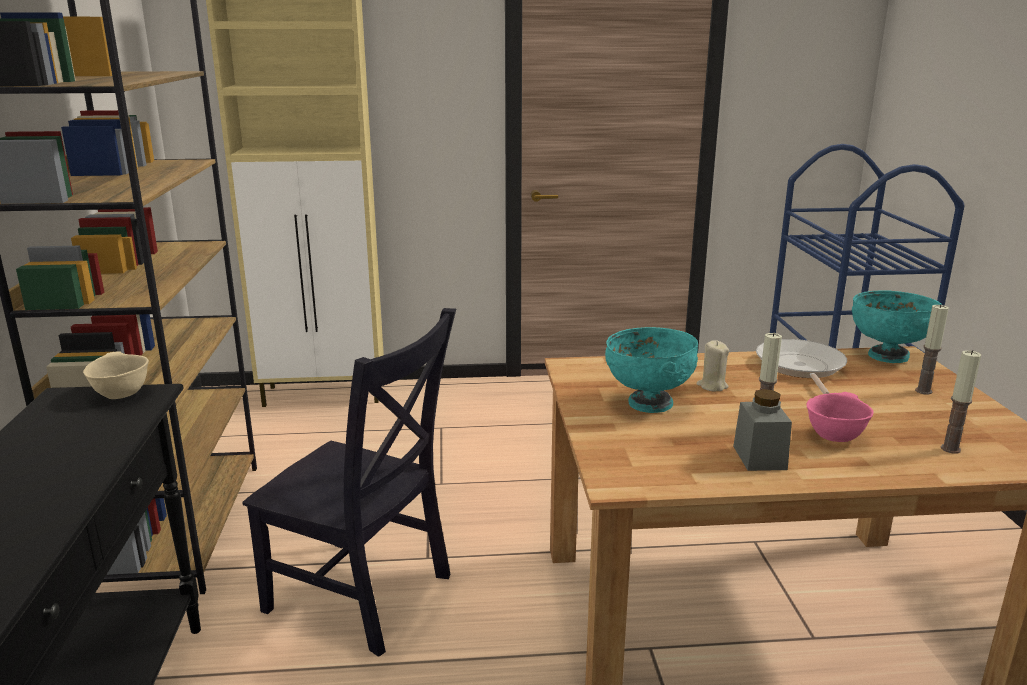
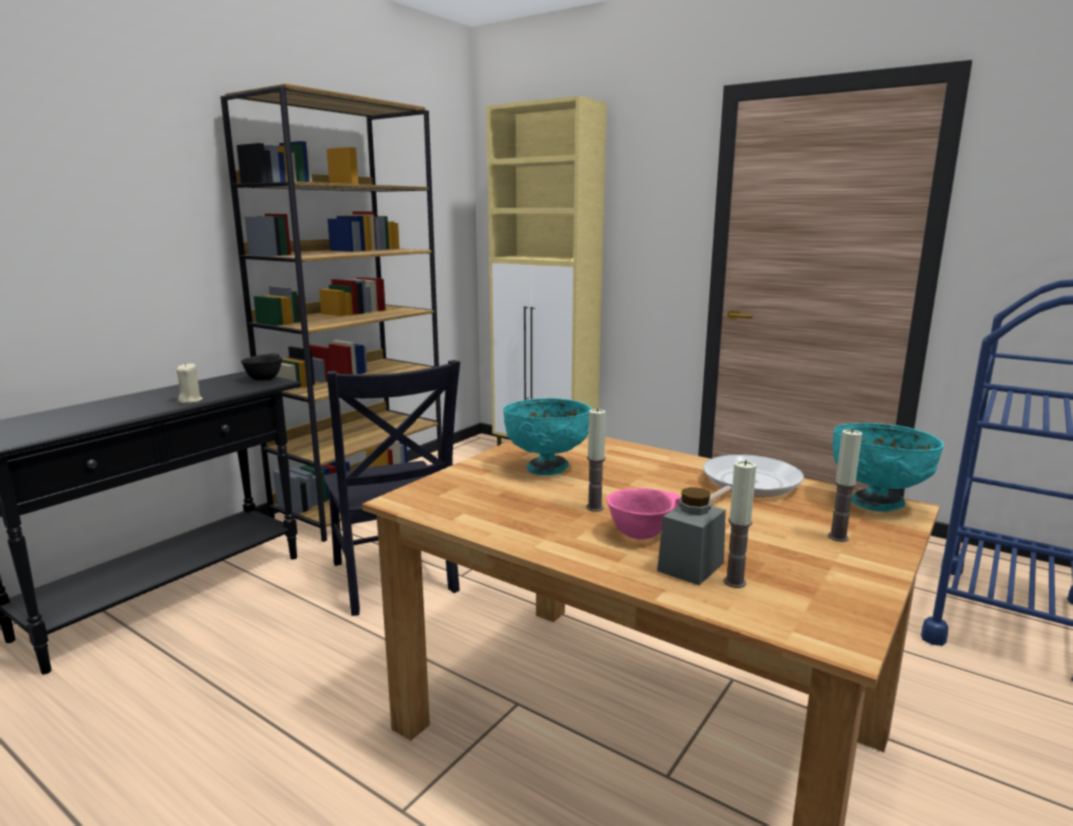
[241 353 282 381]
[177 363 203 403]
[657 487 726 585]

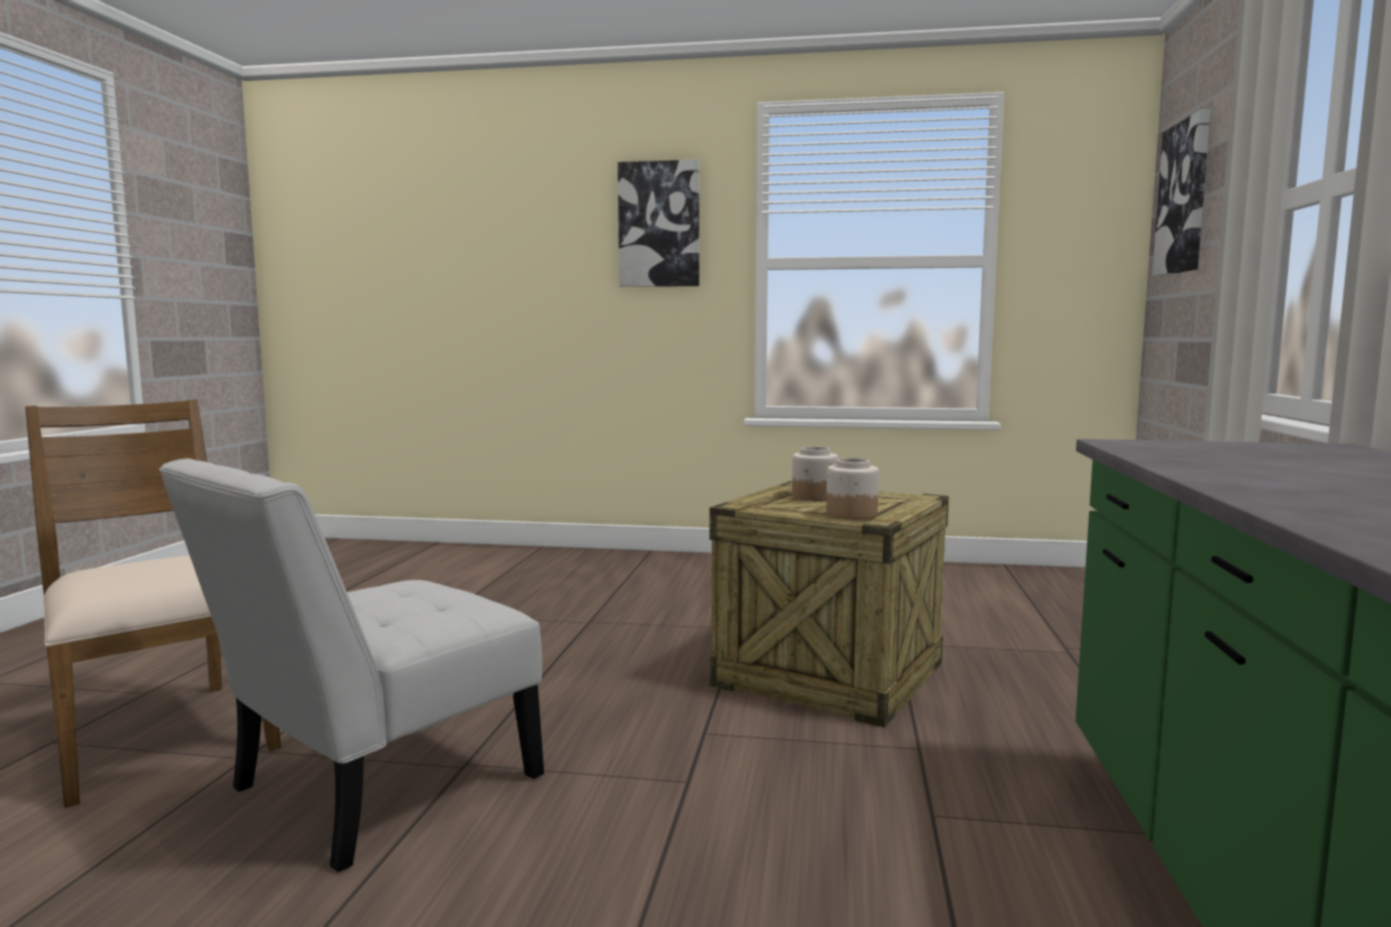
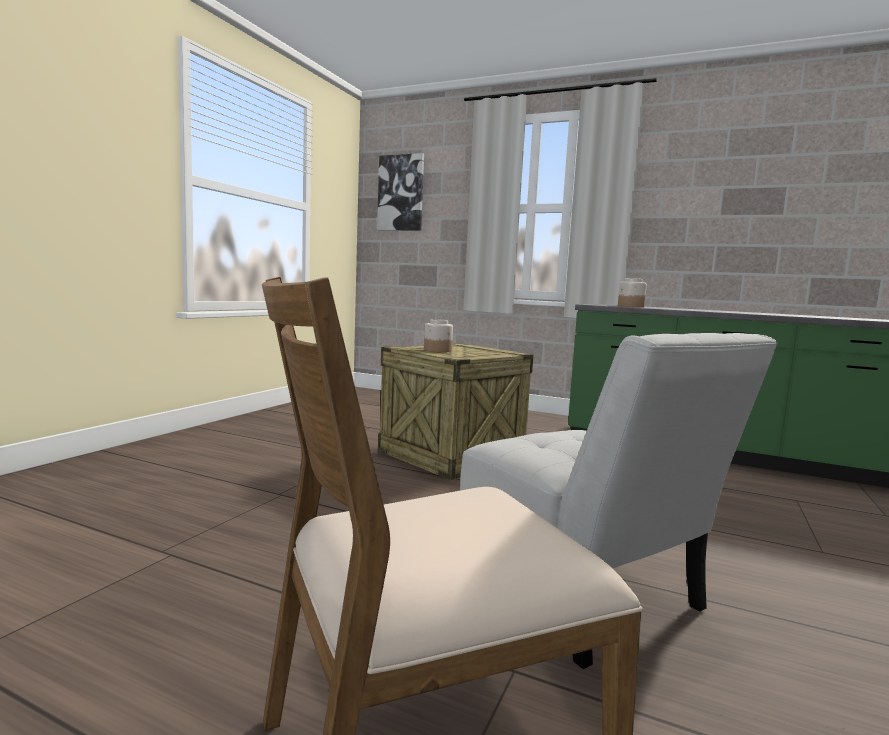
[618 159 699 287] (first image)
[618 278 647 308]

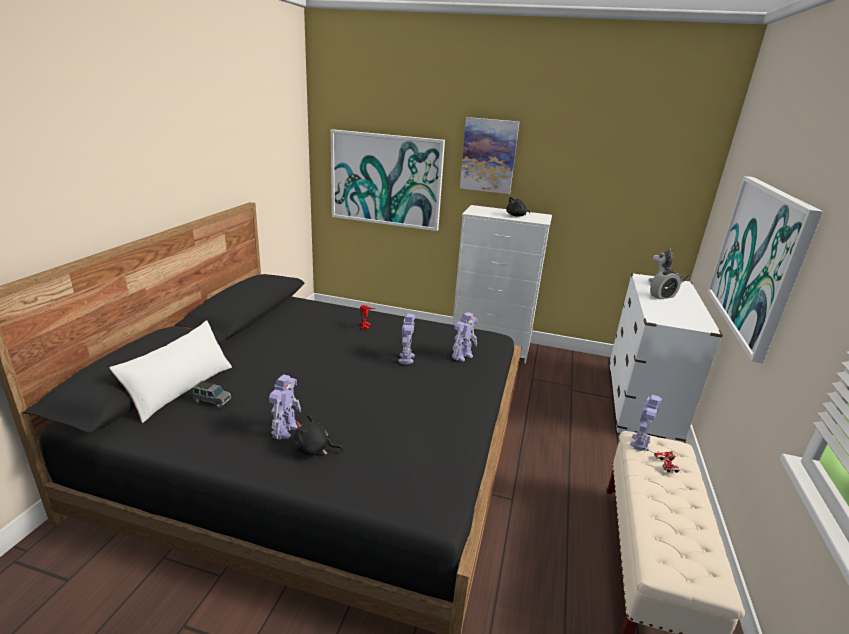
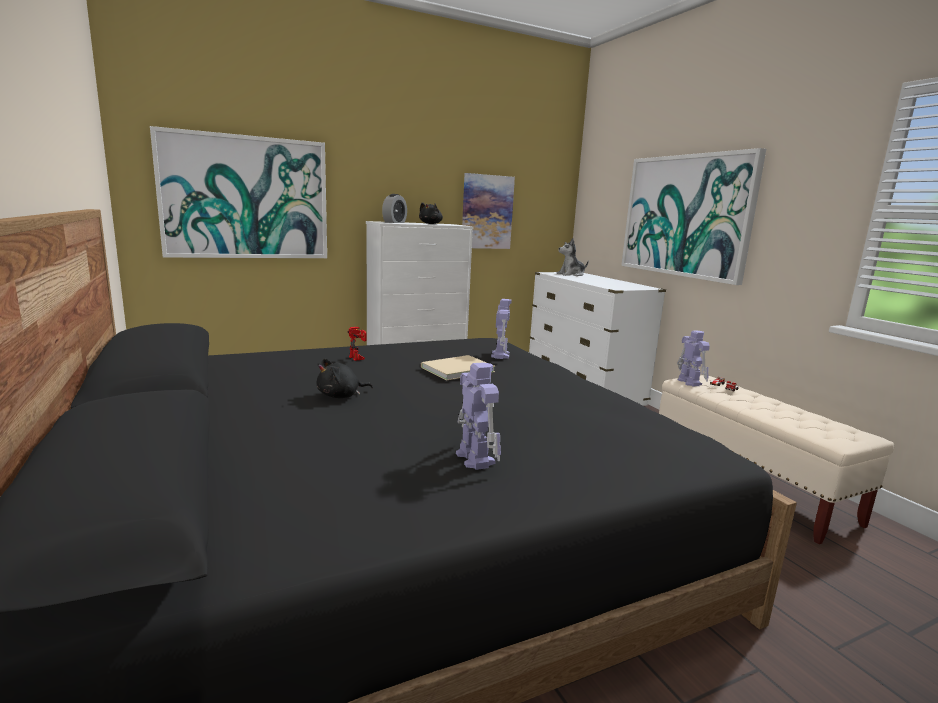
[109 320 232 423] (first image)
[193 381 231 409] (first image)
[317 359 373 398]
[421 355 495 381]
[462 173 515 249]
[382 194 407 223]

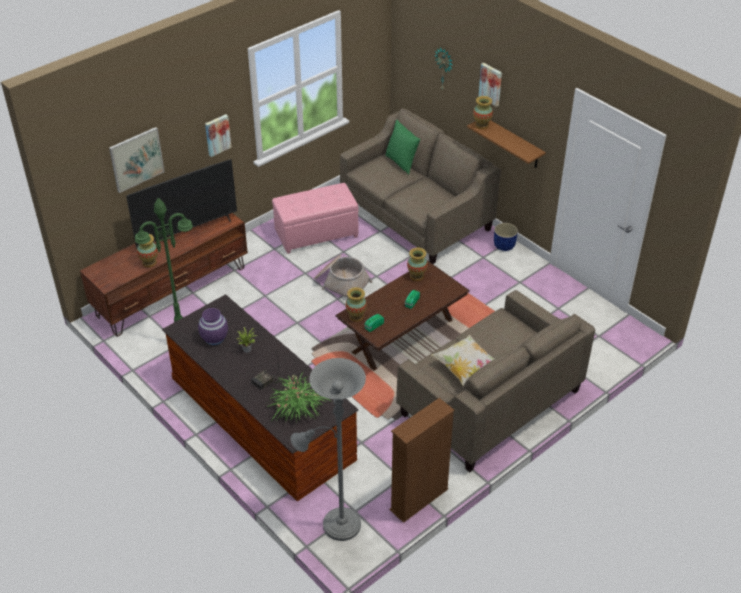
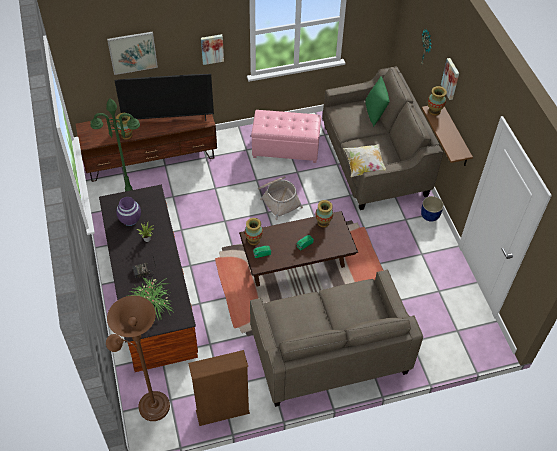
[106 295 170 421]
[343 144 386 177]

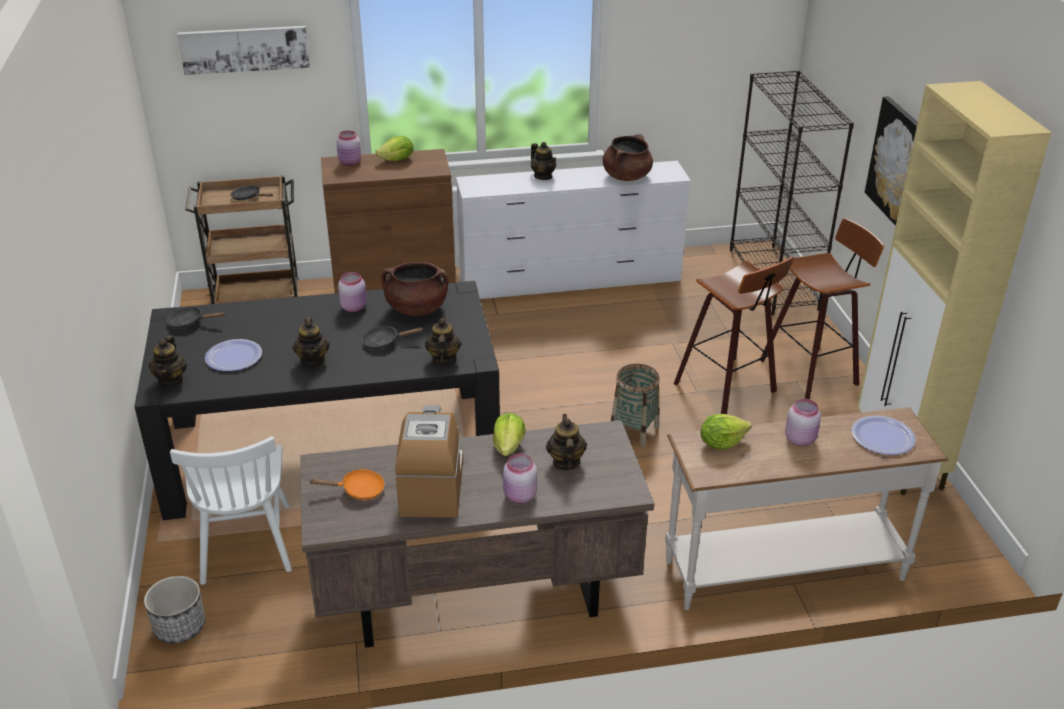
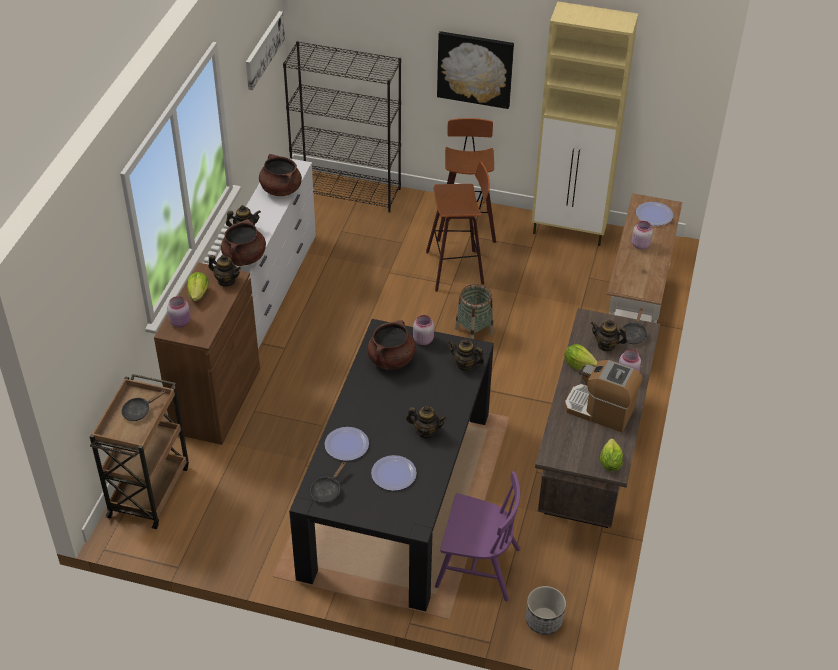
[209 255 241 286]
[435 471 520 601]
[246 11 285 90]
[309 469 385 500] (first image)
[413 315 434 345]
[621 308 647 344]
[600 438 623 471]
[221 219 266 266]
[325 427 369 461]

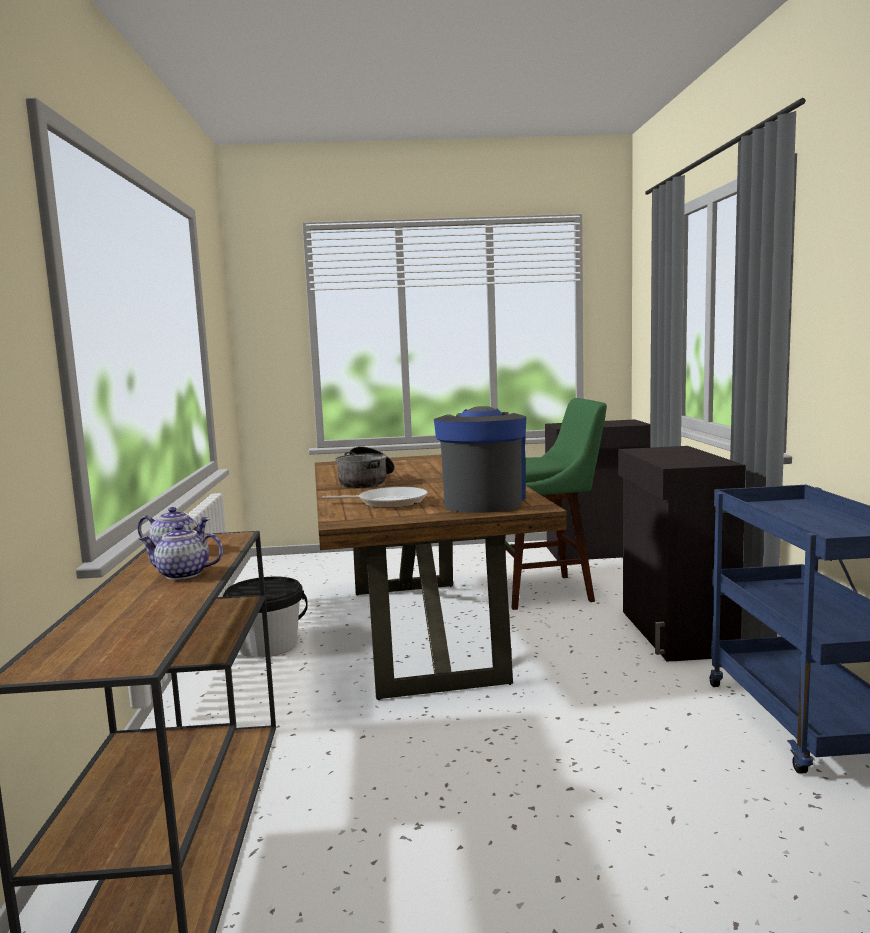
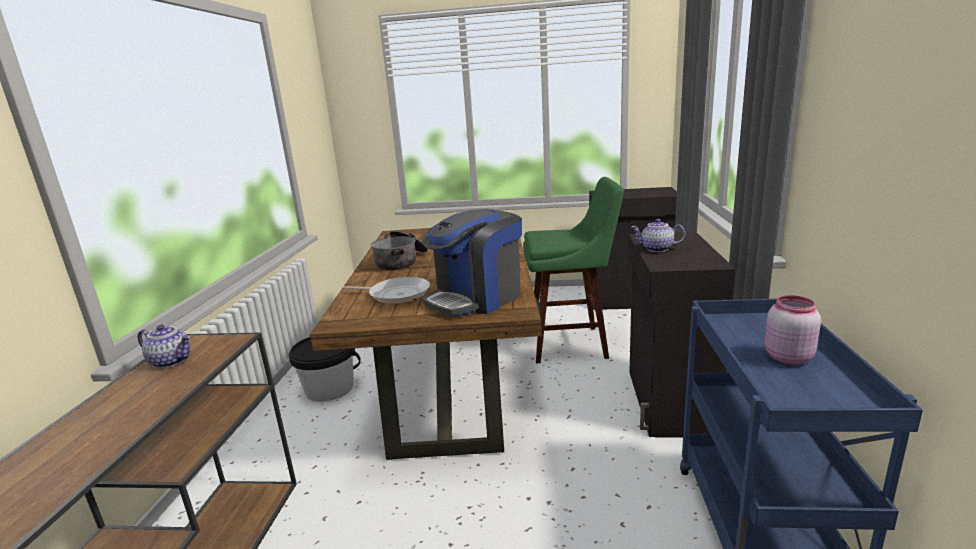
[631 219 686 252]
[422 209 522 316]
[764 295 821 365]

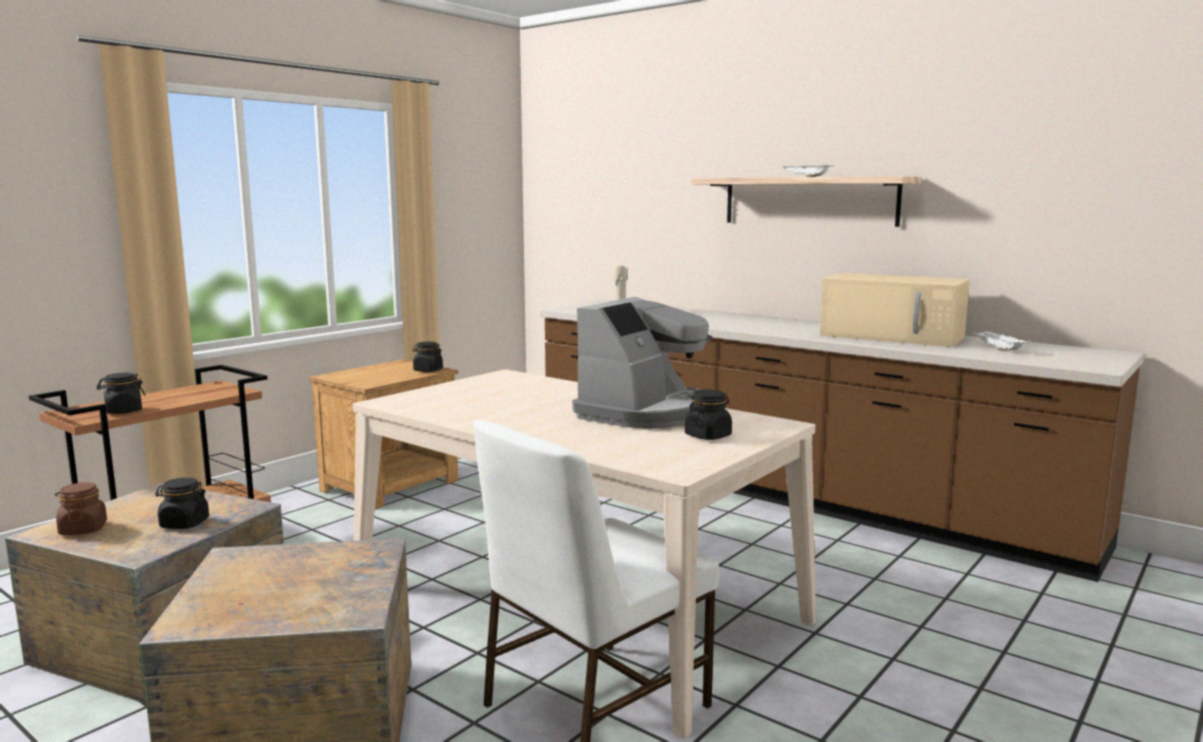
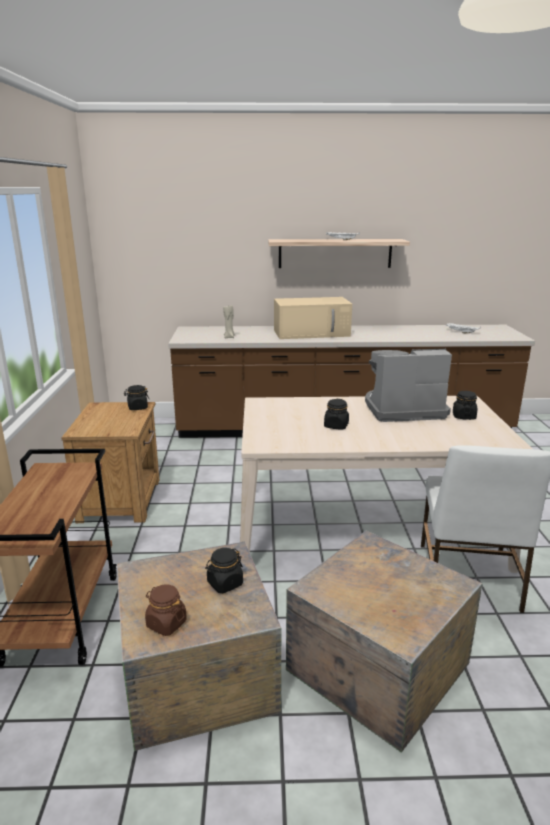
[324 399 349 429]
[365 349 452 422]
[274 297 352 339]

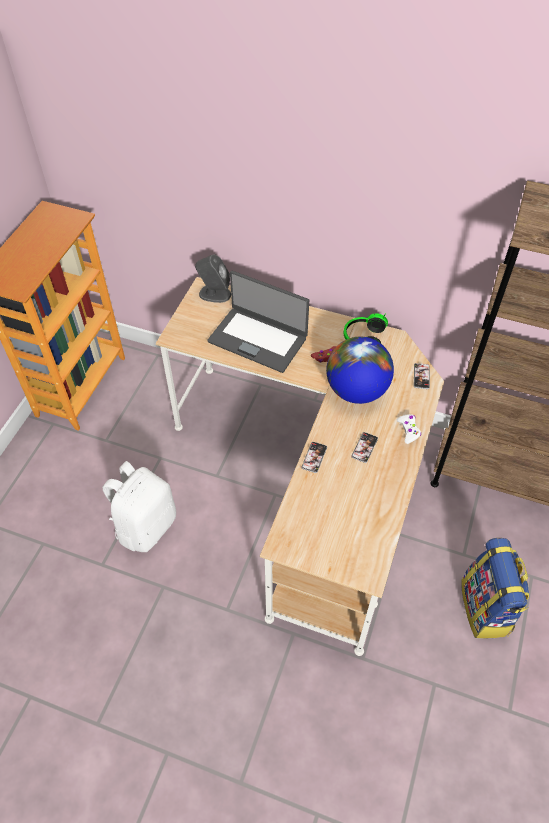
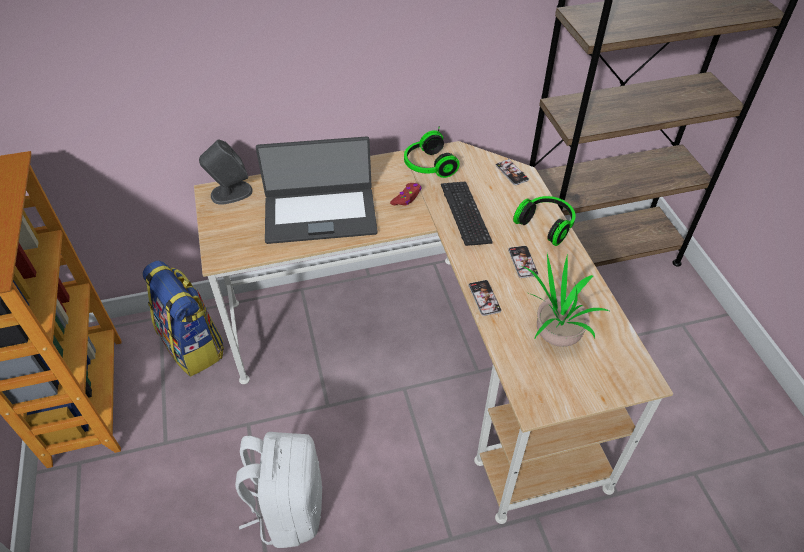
[441 182 493 246]
[513 196 576 246]
[143 260 224 377]
[520 253 609 347]

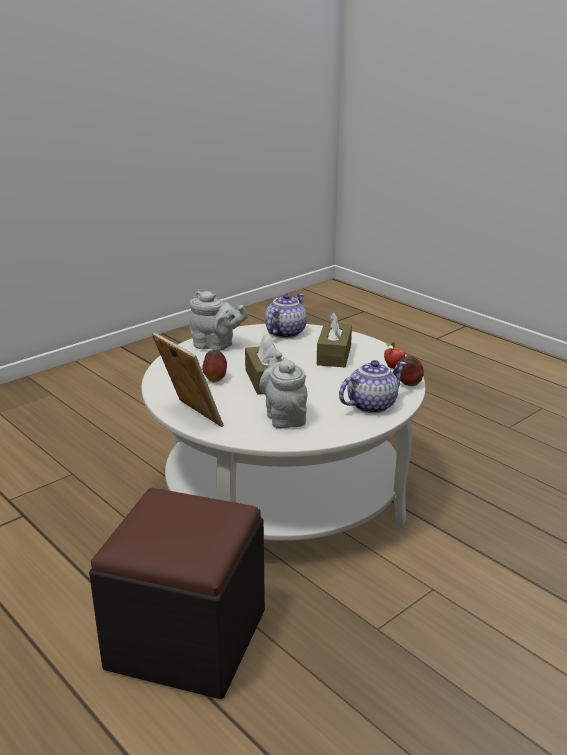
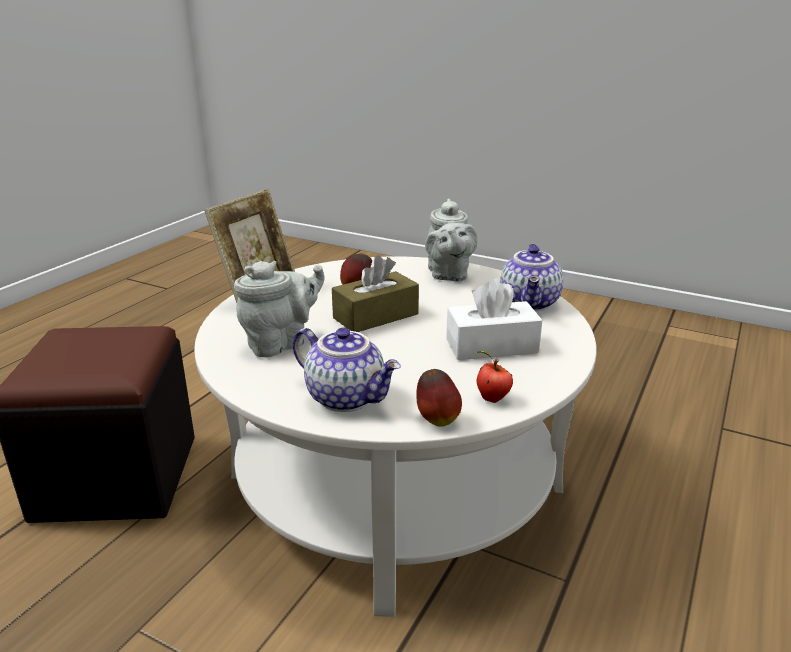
[500 244 563 311]
[446 278 543 360]

